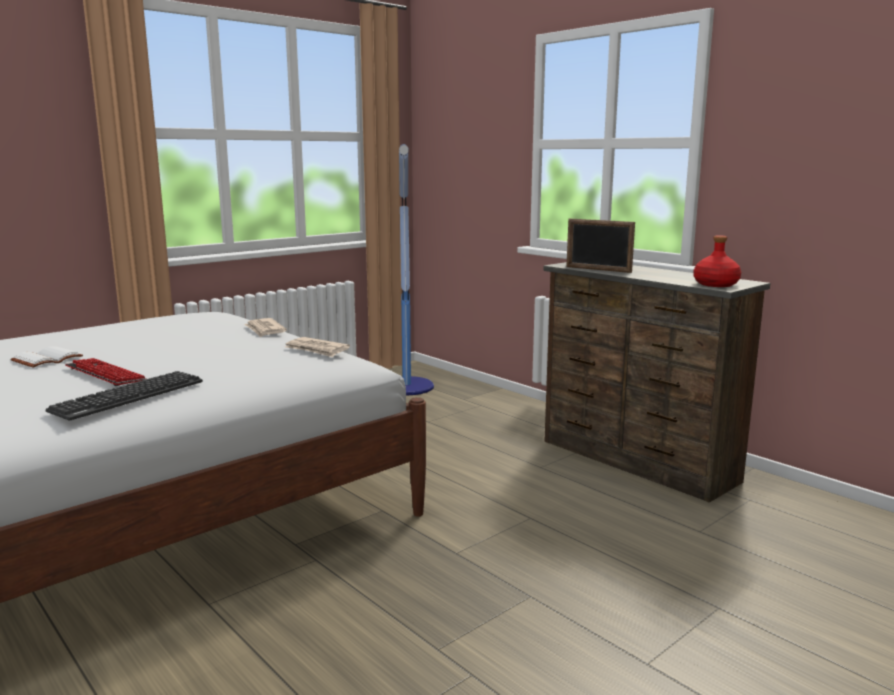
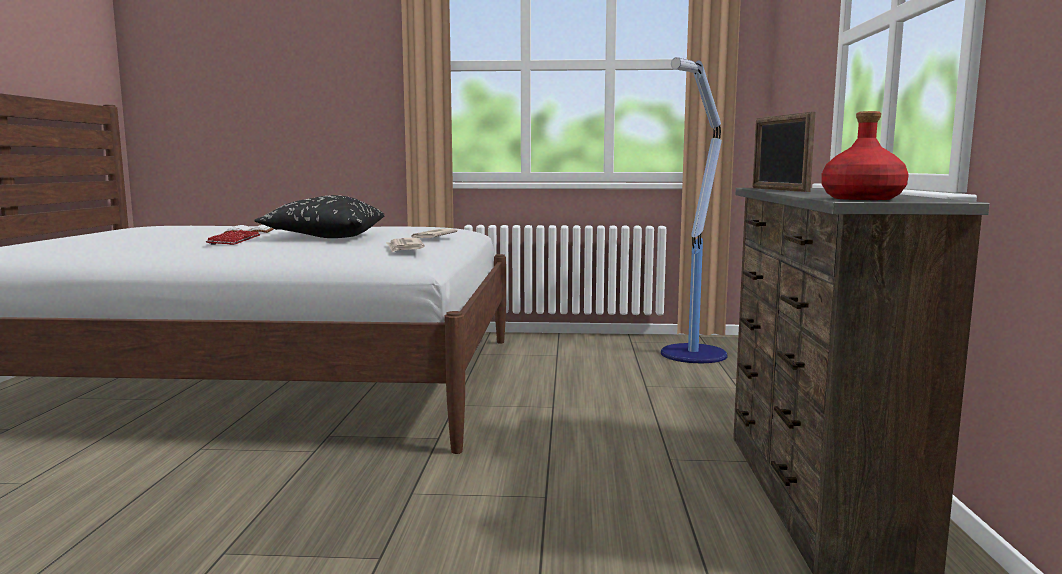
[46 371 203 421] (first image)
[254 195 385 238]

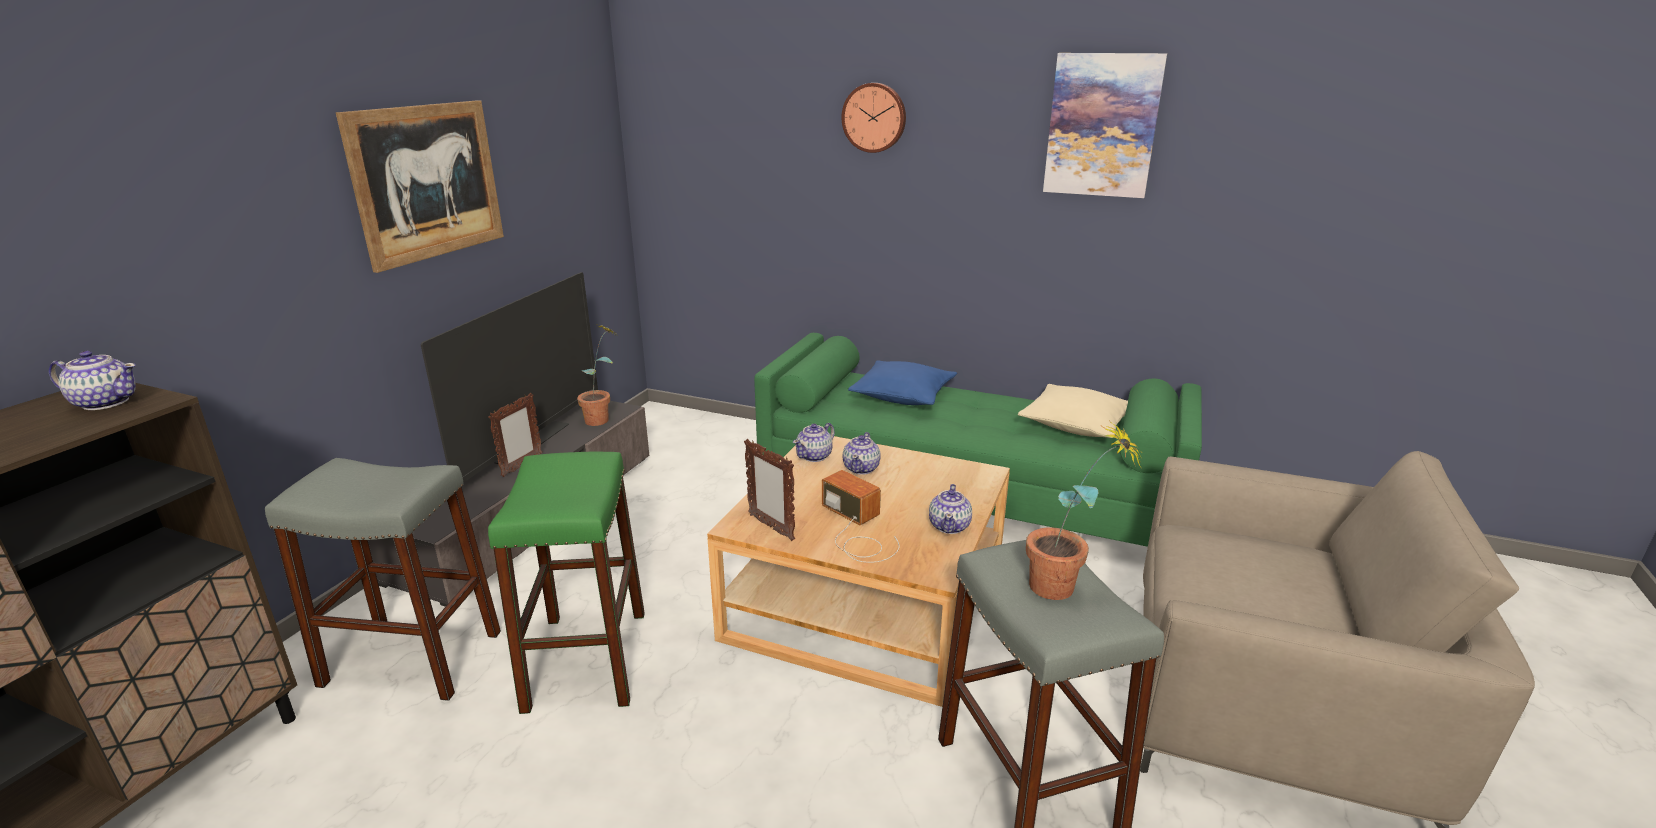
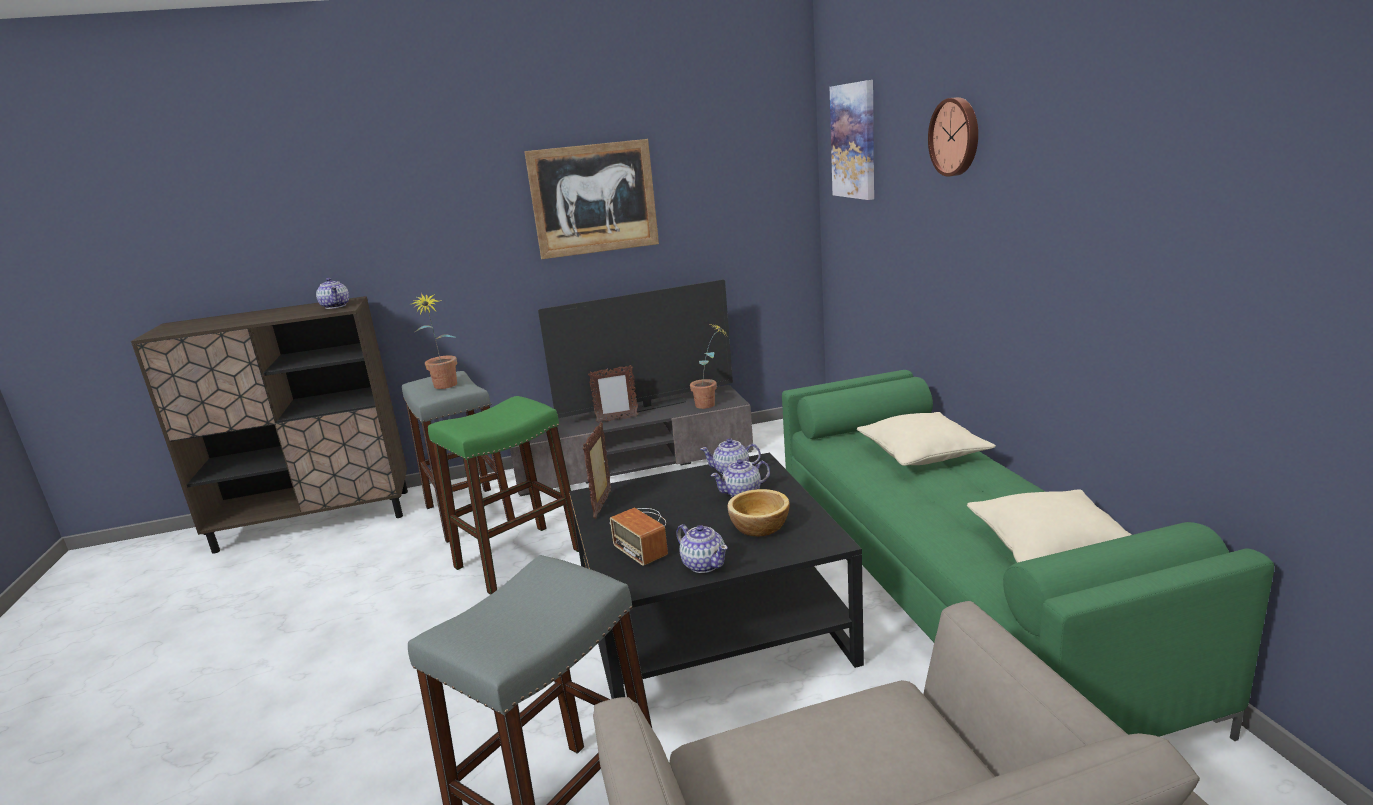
[569 453 864 699]
[610 508 668 566]
[857 412 996 466]
[676 524 728 573]
[412 293 457 389]
[830 80 874 200]
[728 489 790 537]

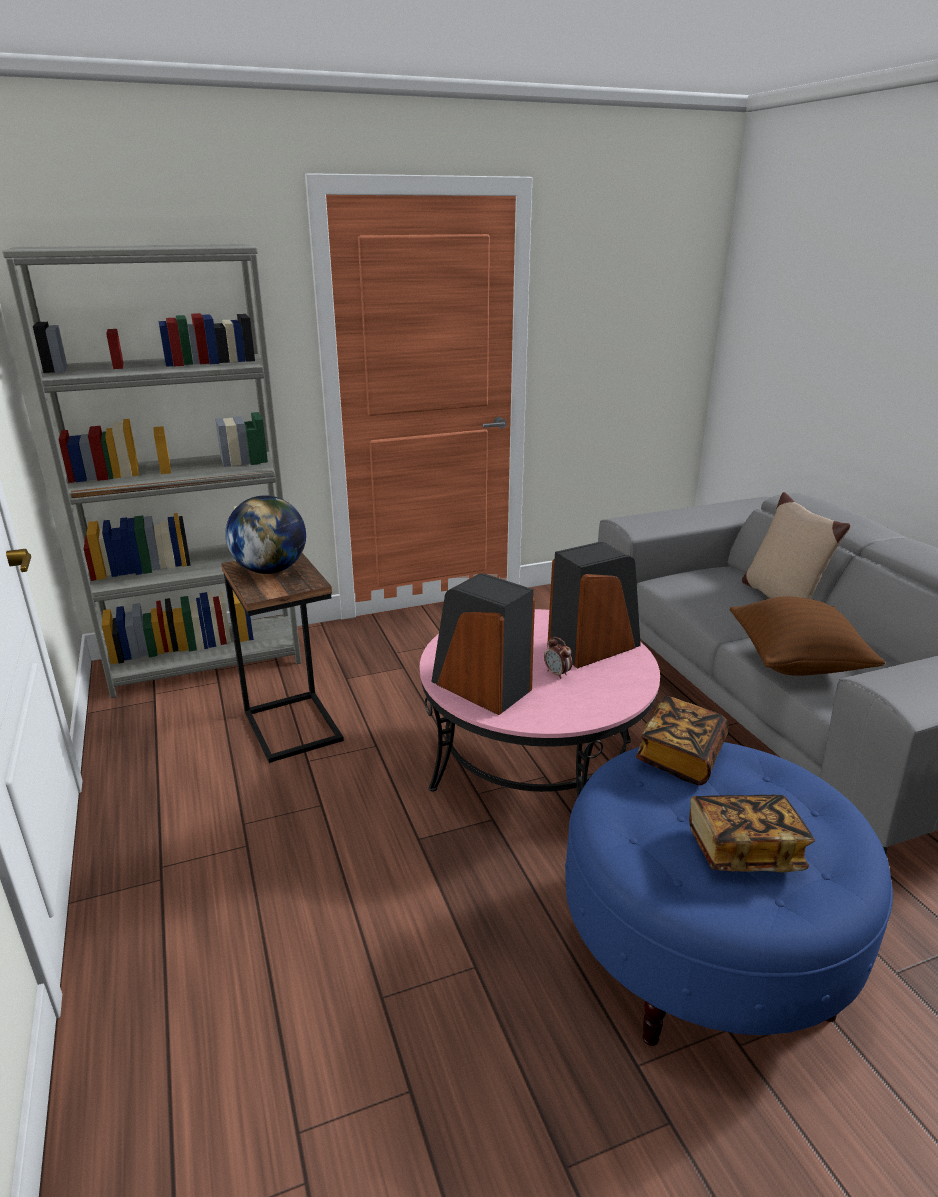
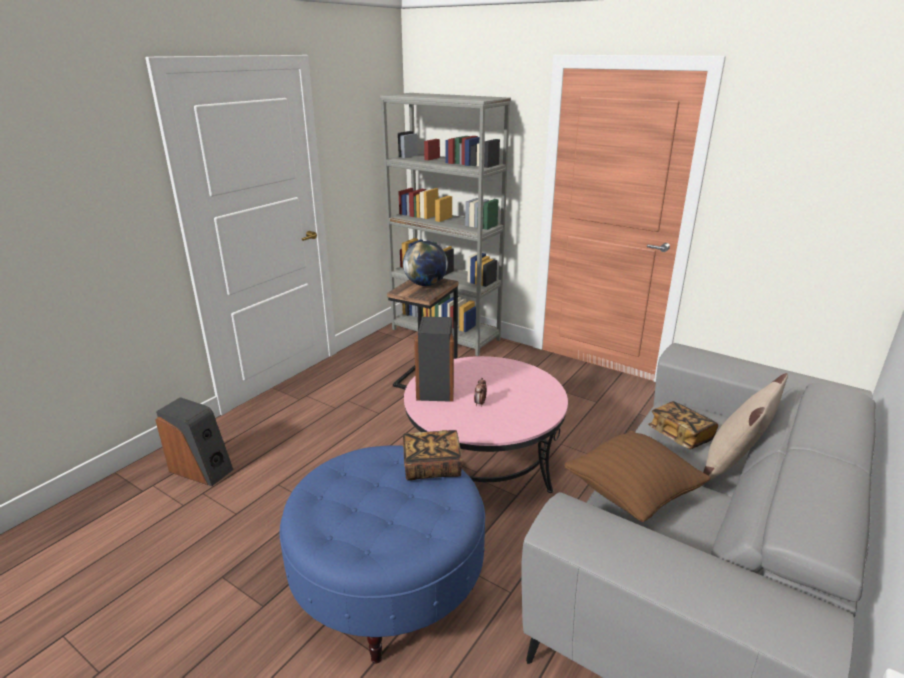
[155 397 234 486]
[648 401 718 449]

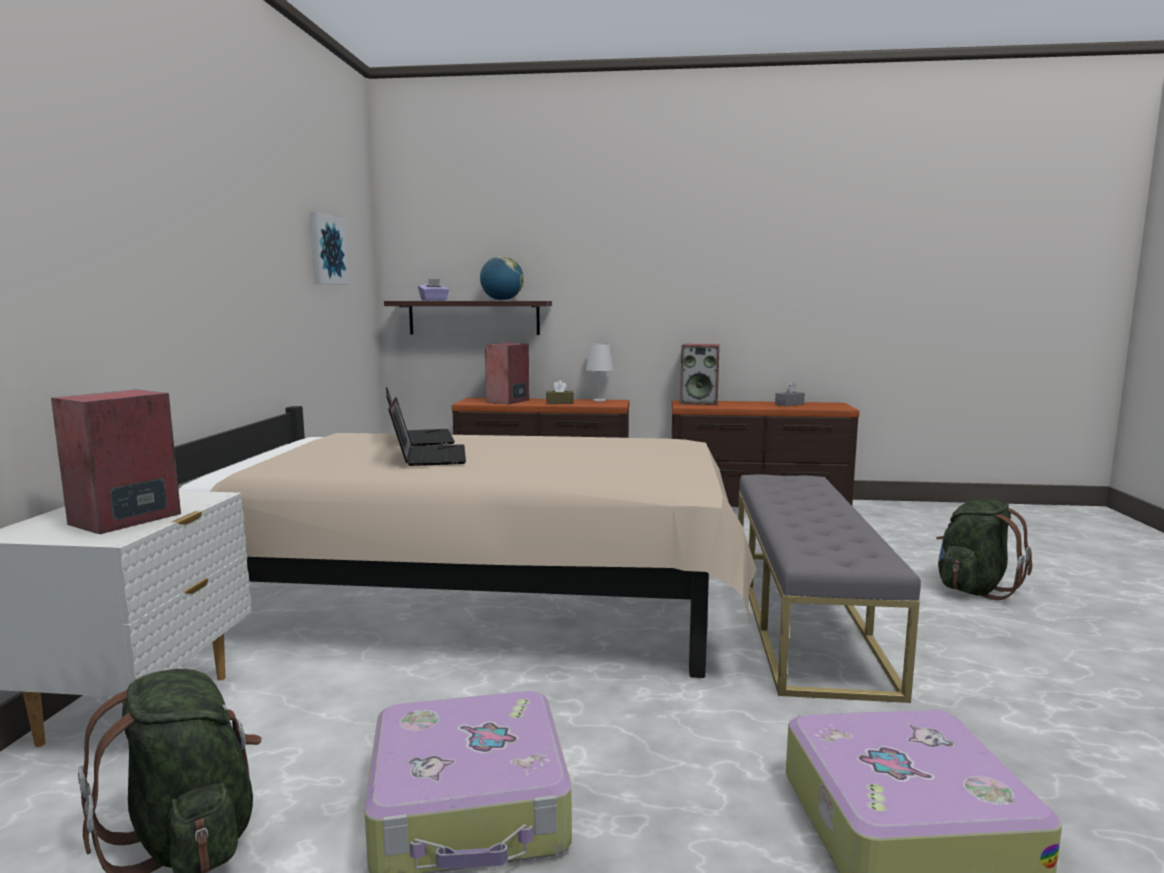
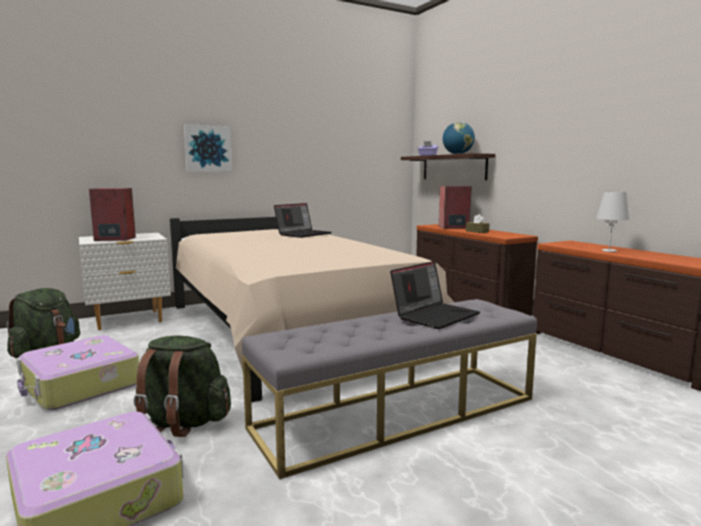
[184 124 232 171]
[390 261 480 329]
[596 191 629 252]
[680 344 720 405] (first image)
[775 382 805 406] (first image)
[134 335 231 437]

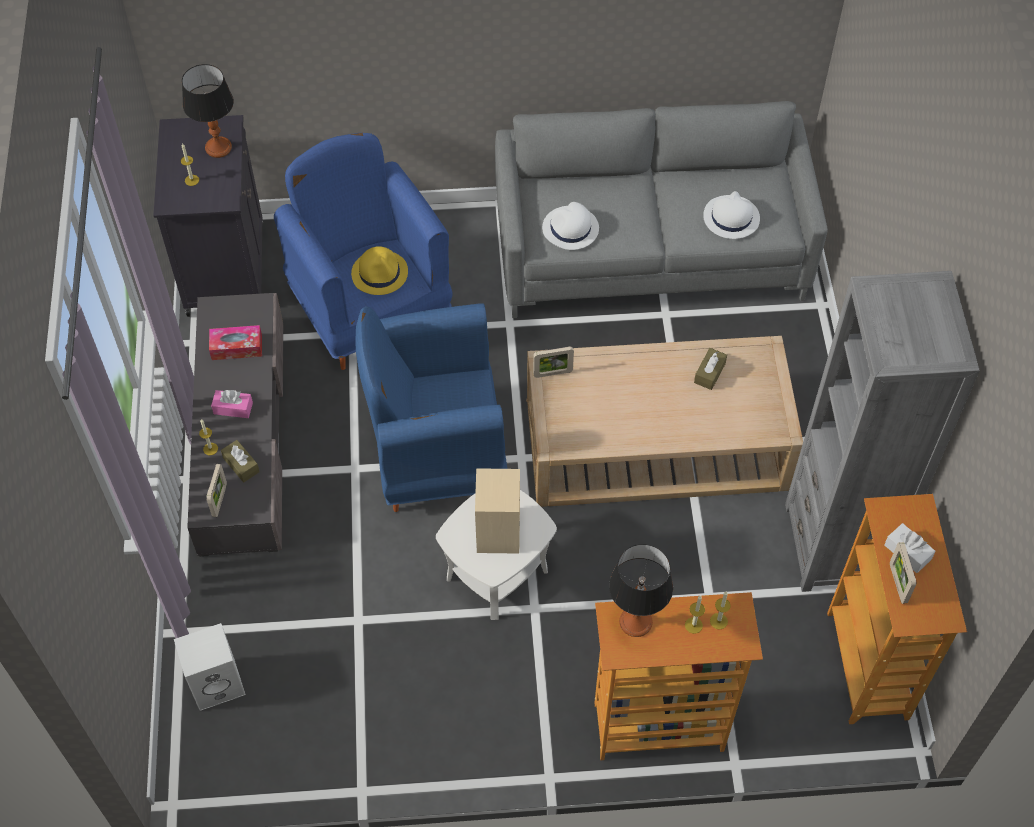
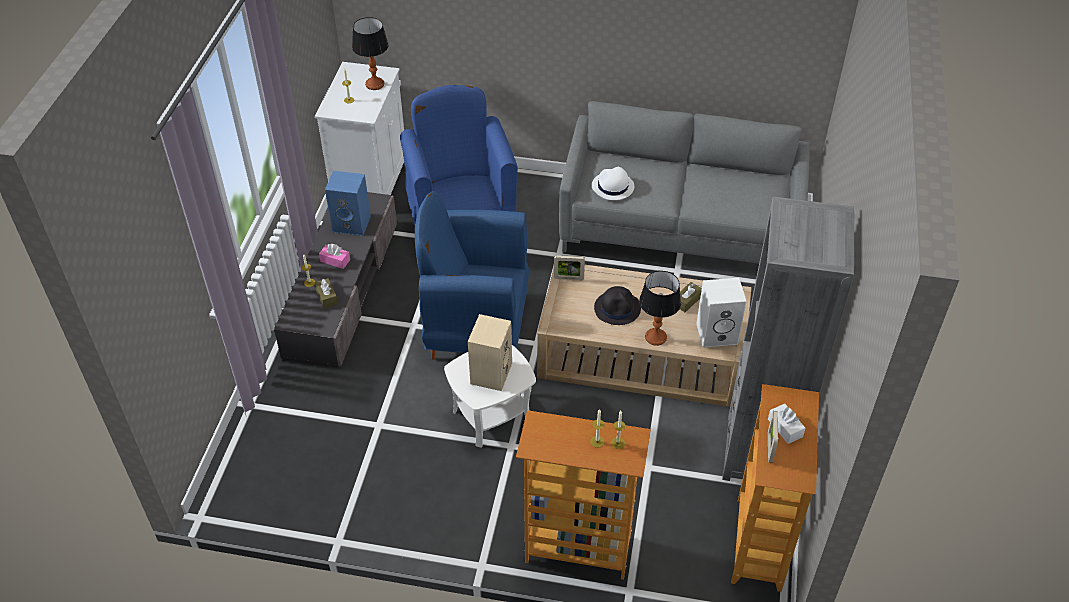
[315 62 404 195]
[696 278 747 347]
[206 464 227 517] (first image)
[325 171 371 236]
[351 246 408 295] (first image)
[639 271 681 346]
[703 191 760 239] (first image)
[594 286 641 325]

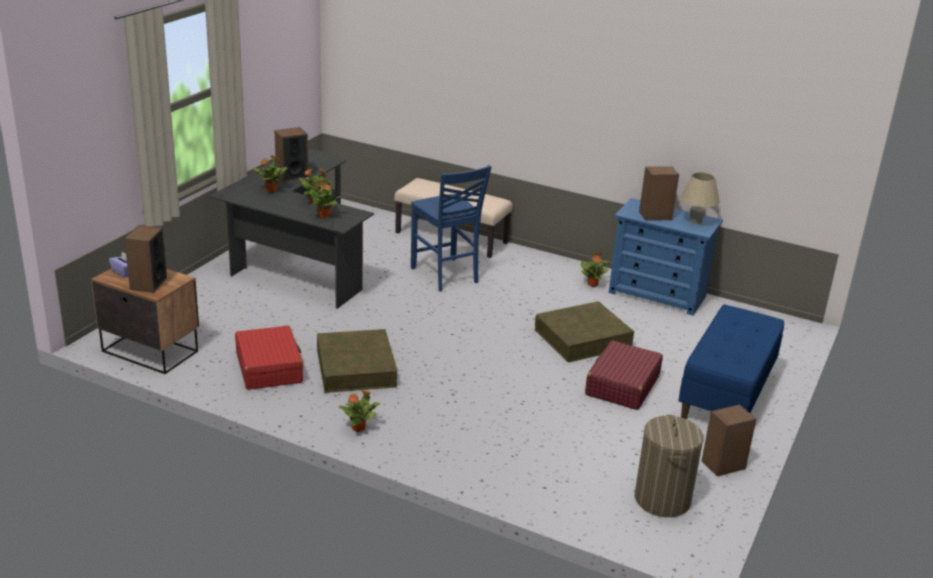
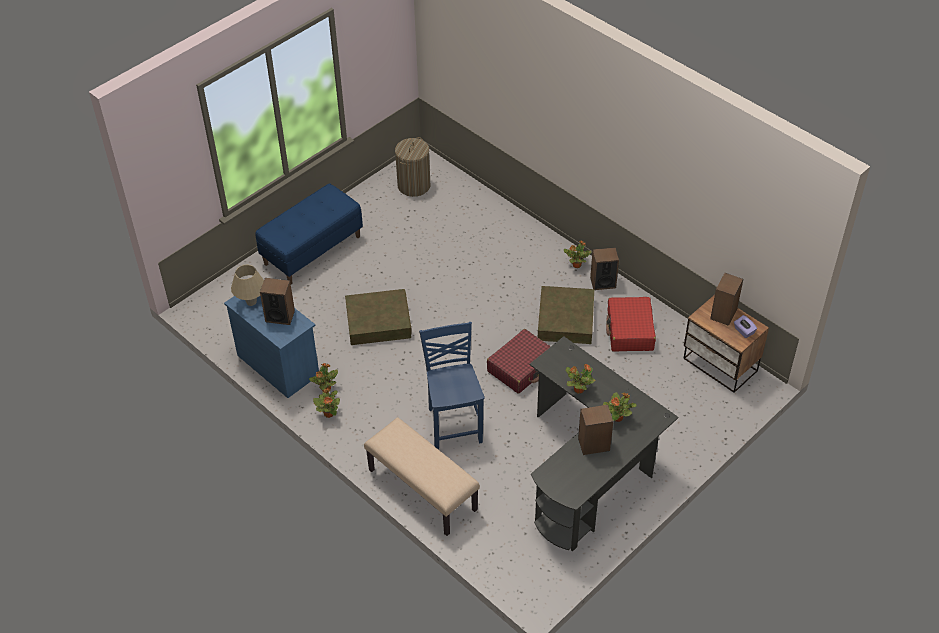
[313 389 340 418]
[487 329 551 393]
[590 247 619 290]

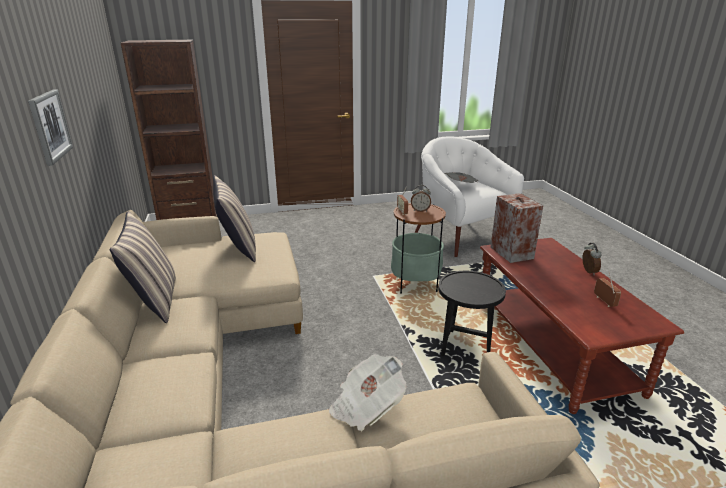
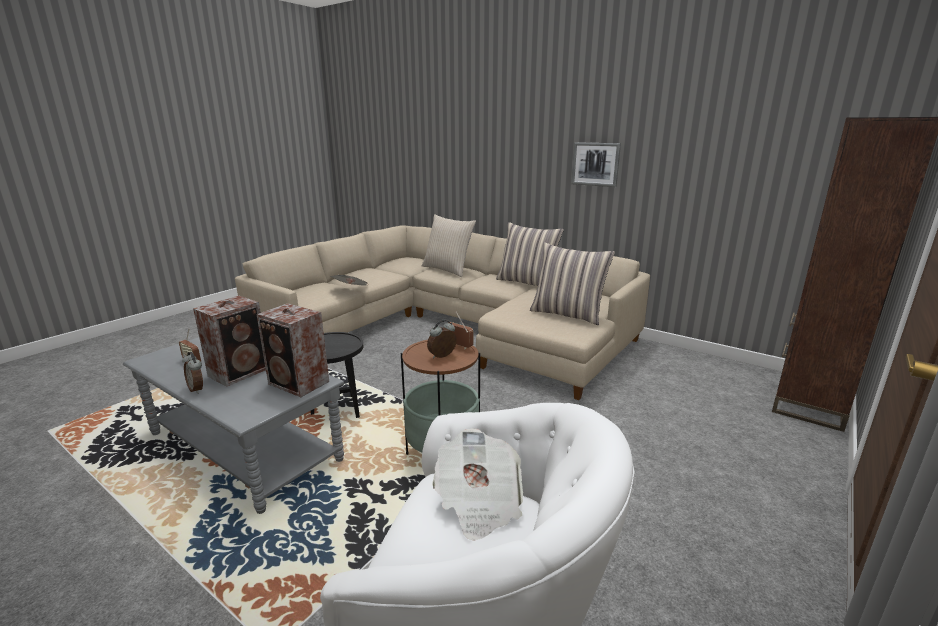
[123 337 344 514]
[193 296 266 387]
[422 214 476 277]

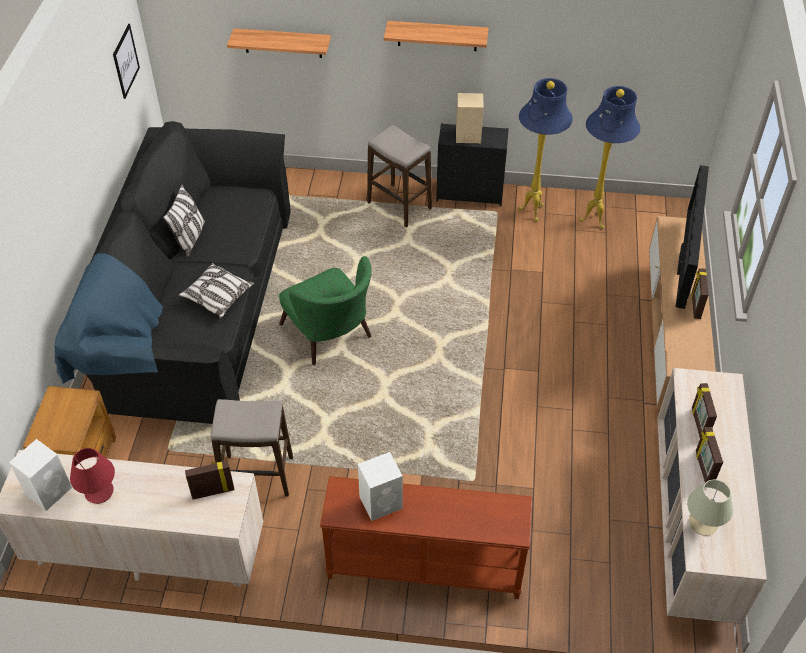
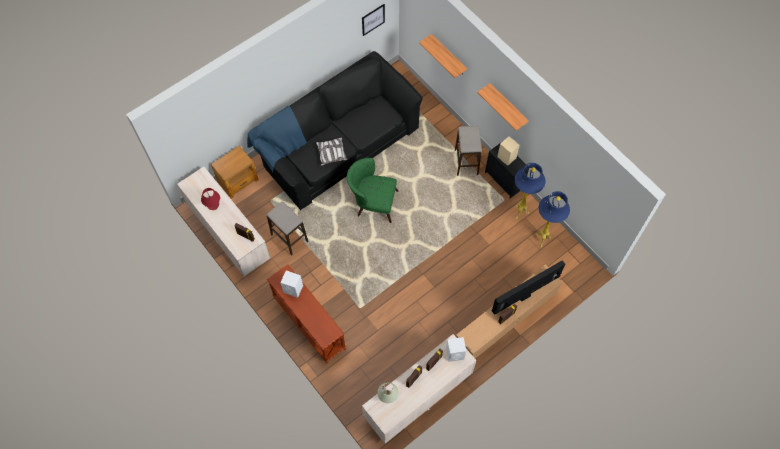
[446 337 466 362]
[163 184 205 257] (first image)
[347 158 398 223]

